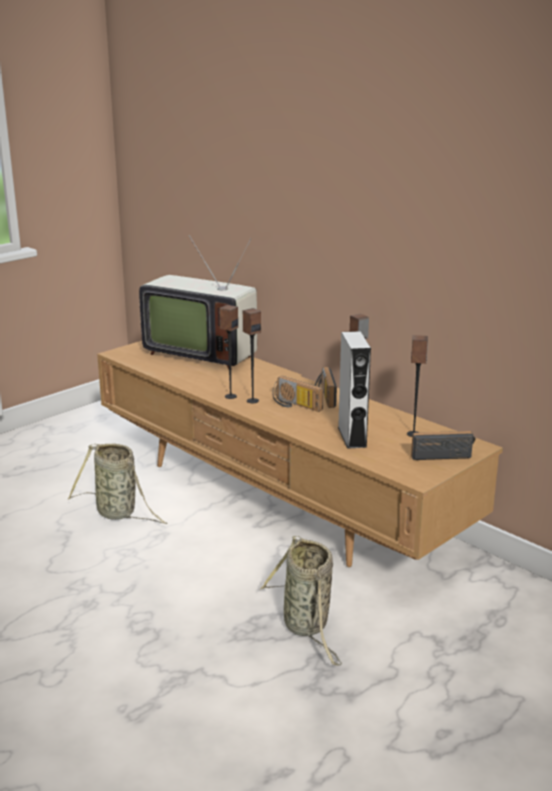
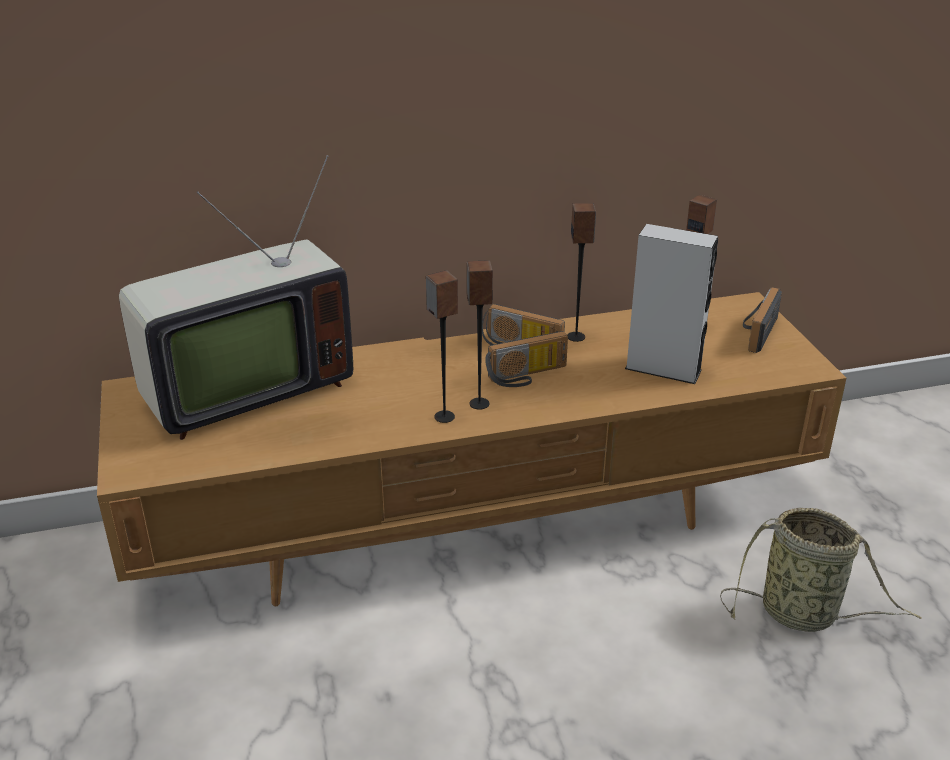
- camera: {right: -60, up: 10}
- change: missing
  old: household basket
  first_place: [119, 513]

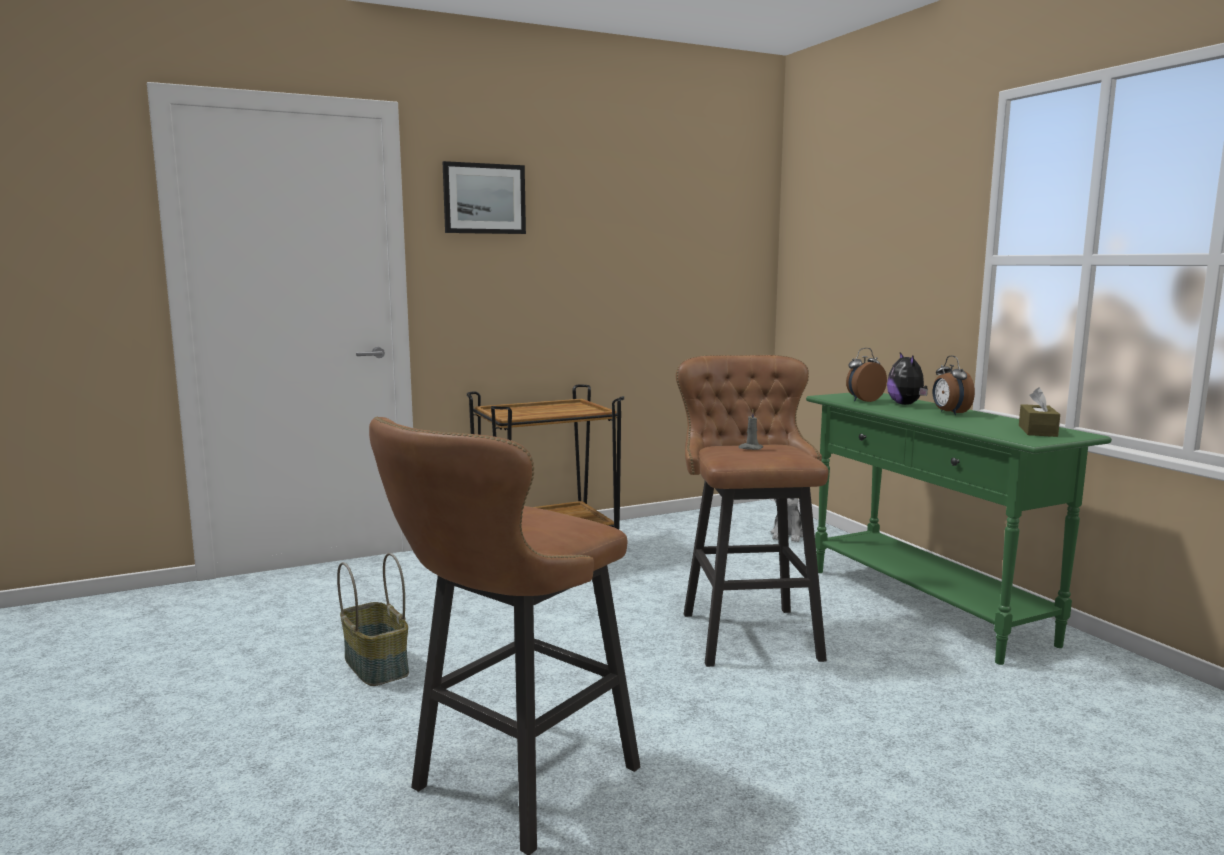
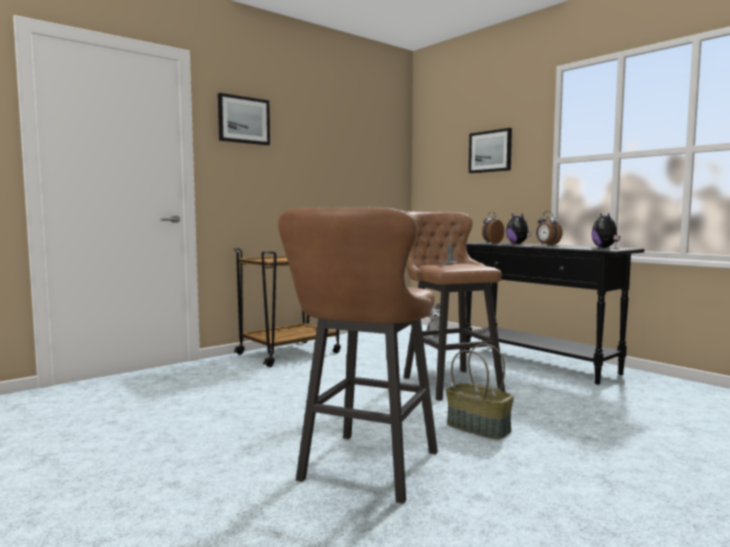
- camera: {right: -15, up: -5}
- change: appeared
  new: picture
  second_place: [490, 151]
- change: relocated
  old: household basket
  first_place: [377, 665]
  second_place: [479, 428]
- change: exchanged
  old: tissue holder/brownish
  new: plush toy
  first_place: [1037, 431]
  second_place: [605, 247]
- change: colour
  old: console table/green
  new: console table/black
  first_place: [926, 606]
  second_place: [538, 363]

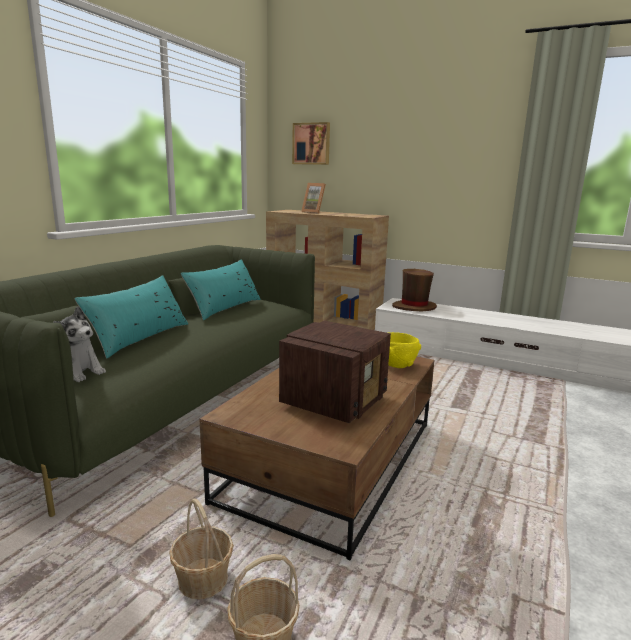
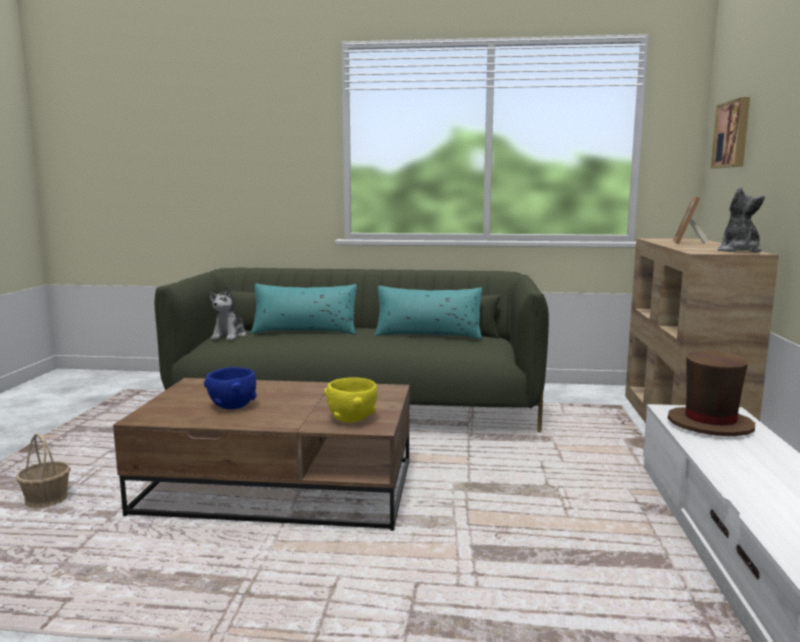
- camera: {right: 70, up: -5}
- change: missing
  old: household basket
  first_place: [203, 580]
- change: appeared
  new: plush toy
  second_place: [738, 251]
- change: exchanged
  old: radio
  new: serving bowl/blue-coloured
  first_place: [335, 401]
  second_place: [232, 406]

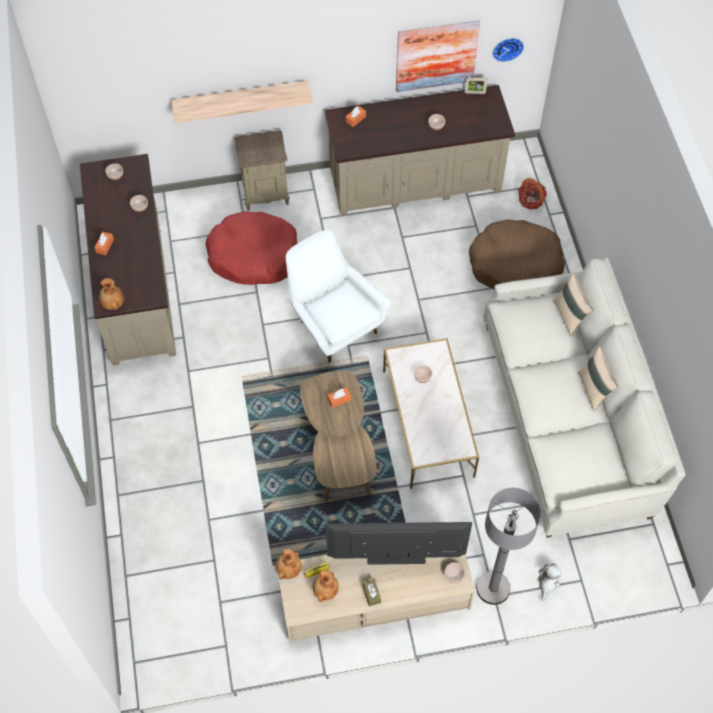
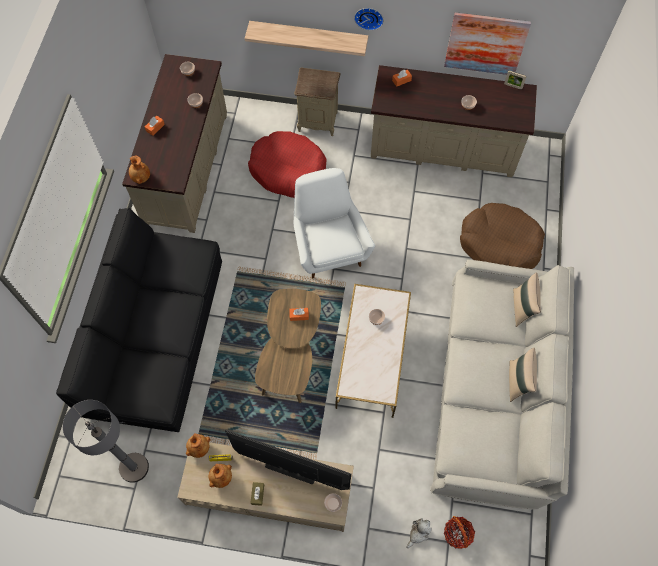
- camera: {right: 20, up: 5}
- change: appeared
  new: sofa/black
  second_place: [156, 338]
- change: relocated
  old: standard lamp/gray
  first_place: [493, 588]
  second_place: [134, 467]
- change: relocated
  old: clock on the wall
  first_place: [507, 48]
  second_place: [369, 17]
- change: relocated
  old: household basket
  first_place: [531, 200]
  second_place: [457, 534]

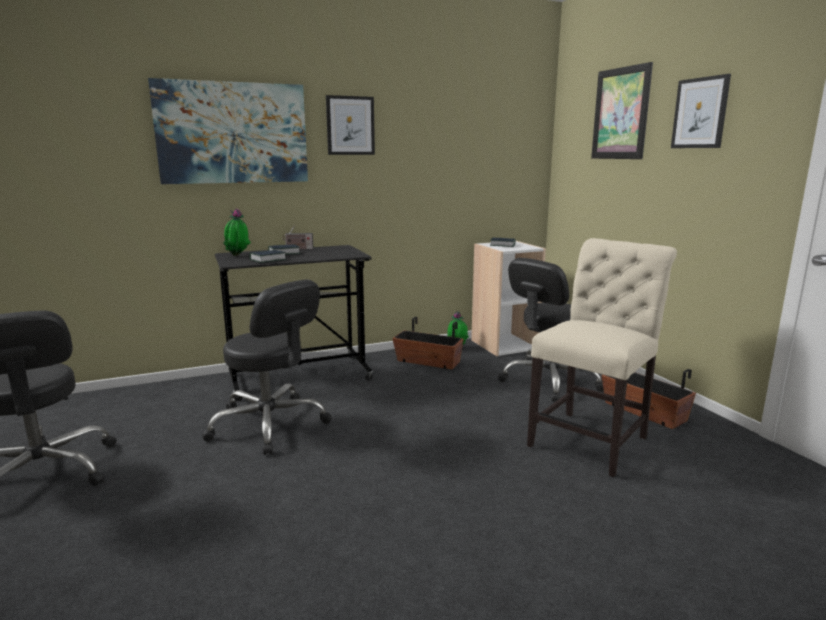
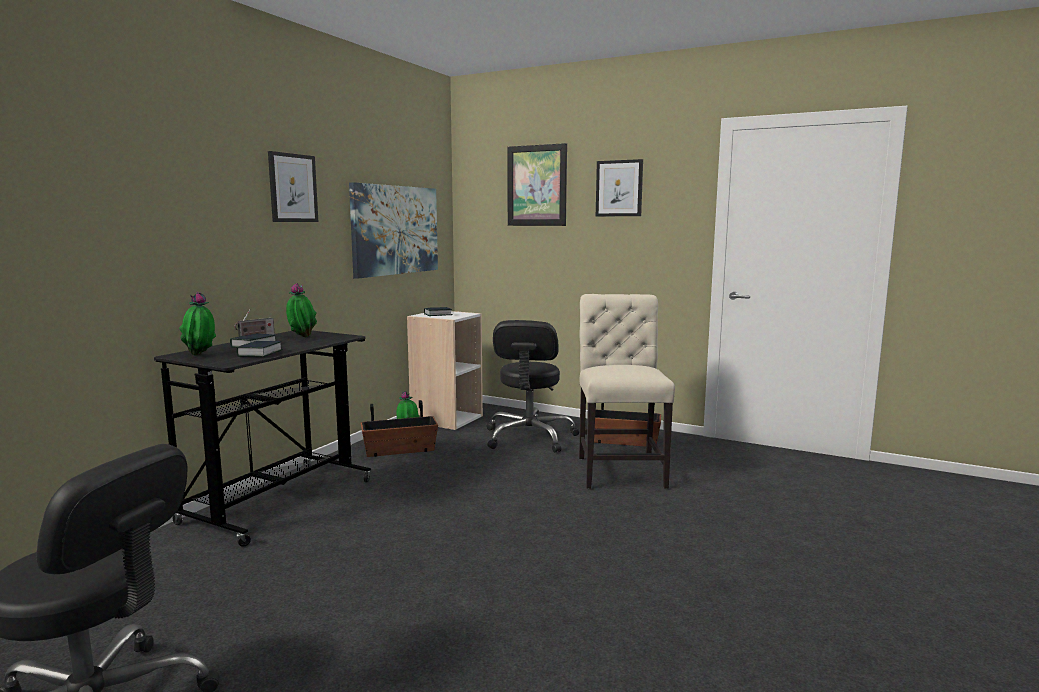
- camera: {right: -40, up: -5}
- change: missing
  old: office chair/black
  first_place: [272, 426]
- change: appeared
  new: plant in a pot
  second_place: [301, 337]
- change: relocated
  old: picture
  first_place: [233, 133]
  second_place: [395, 230]

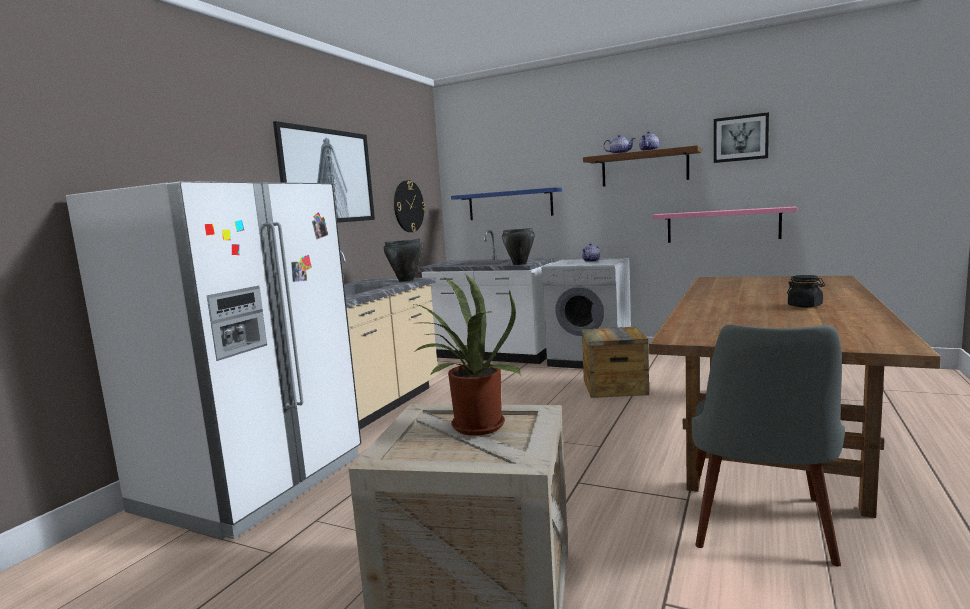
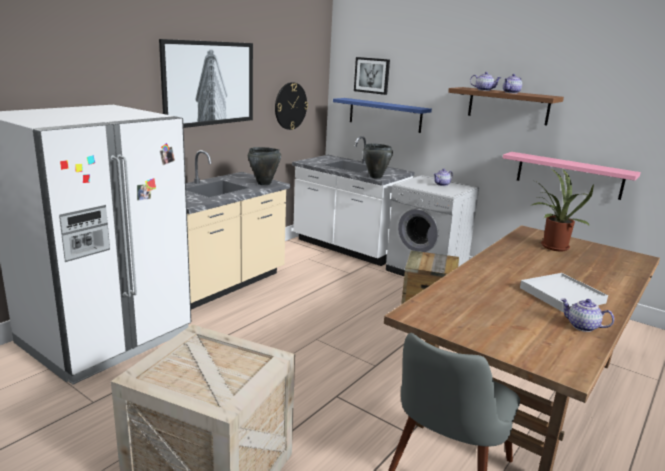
- camera: {right: 10, up: 10}
- change: appeared
  new: teapot
  second_place: [582, 327]
- change: relocated
  old: plant in a pot
  first_place: [472, 427]
  second_place: [551, 247]
- change: relocated
  old: picture
  first_place: [740, 138]
  second_place: [372, 75]
- change: exchanged
  old: jar/black
  new: carrying tray/whitish
  first_place: [805, 306]
  second_place: [561, 295]

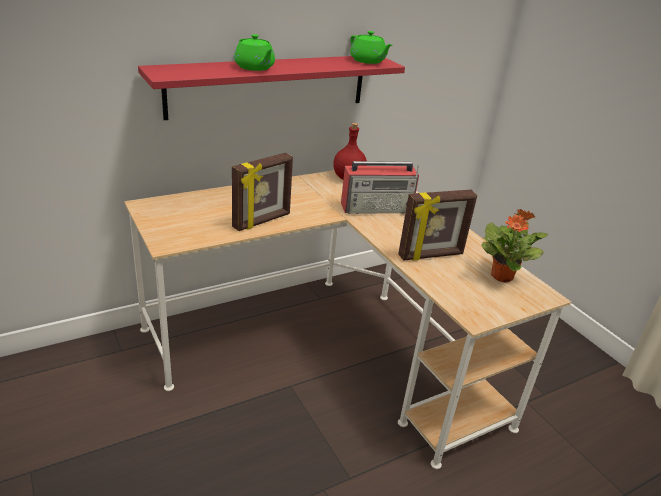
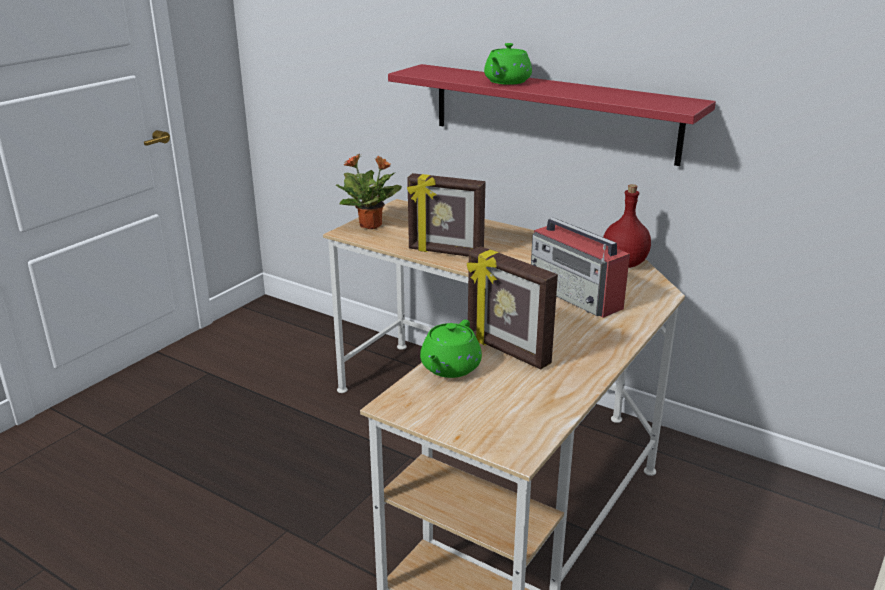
- camera: {right: 65, up: -5}
- change: relocated
  old: teapot/green
  first_place: [368, 61]
  second_place: [450, 368]
- change: relocated
  old: plant in a pot
  first_place: [502, 276]
  second_place: [371, 225]

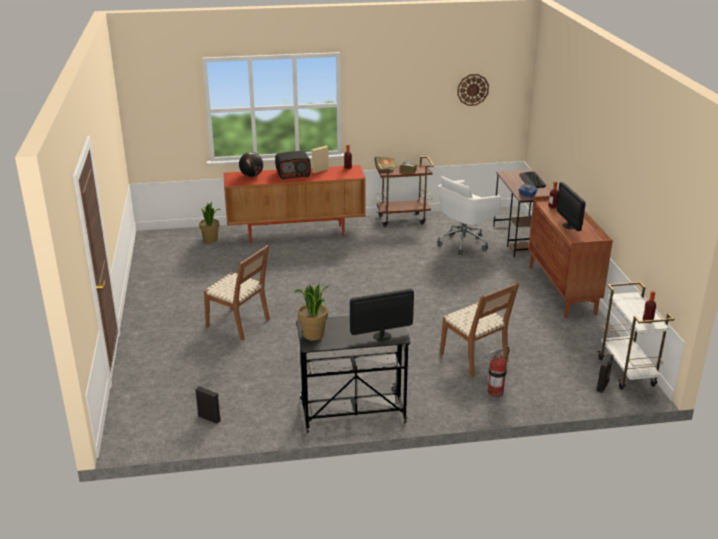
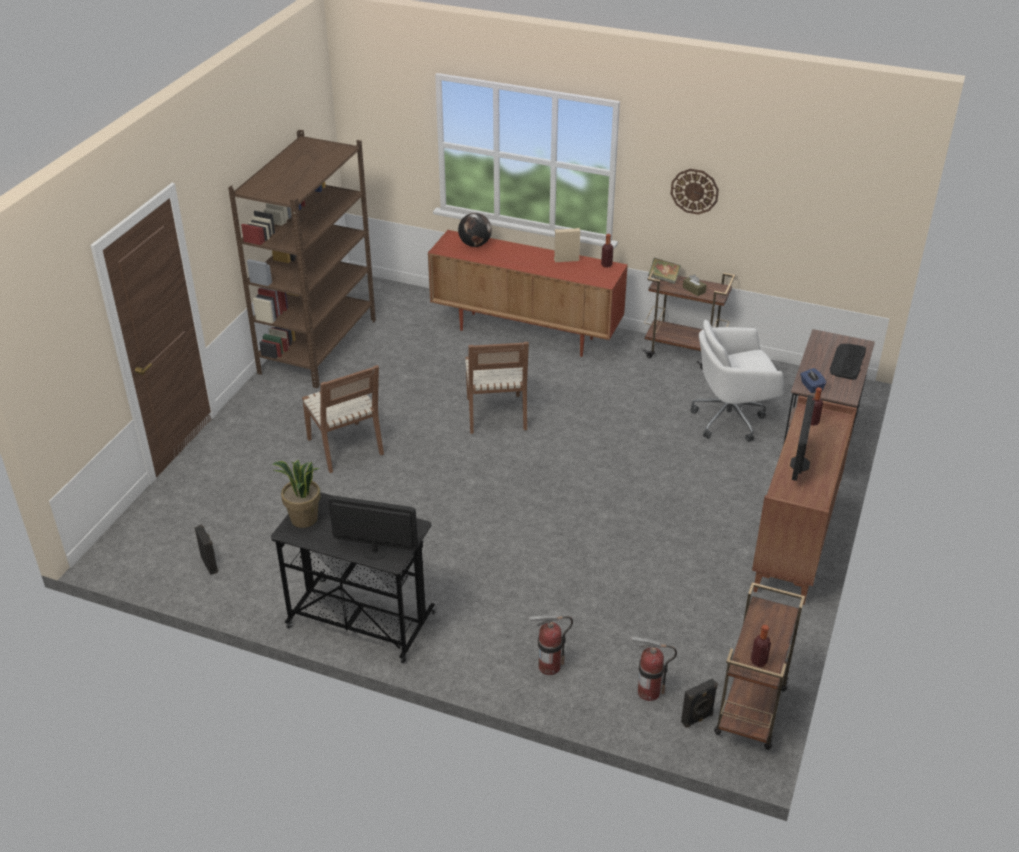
- camera: {right: 30, up: 10}
- change: missing
  old: plant in a pot
  first_place: [211, 240]
- change: missing
  old: radio
  first_place: [293, 174]
- change: appeared
  new: bookcase/brownish
  second_place: [318, 346]
- change: appeared
  new: fire-fighting cylinder
  second_place: [648, 692]
- change: relocated
  old: upright chair
  first_place: [475, 359]
  second_place: [496, 416]
- change: relocated
  old: clock on the wall
  first_place: [472, 89]
  second_place: [694, 191]
- change: colour
  old: trolley/whitish
  new: trolley/brownish
  first_place: [627, 374]
  second_place: [750, 714]

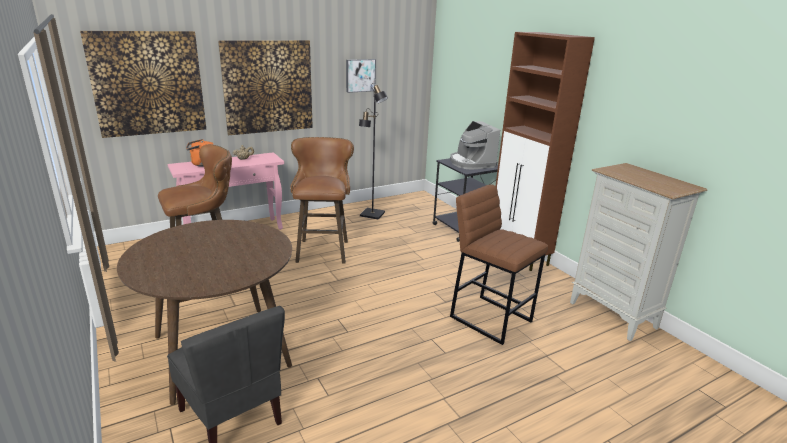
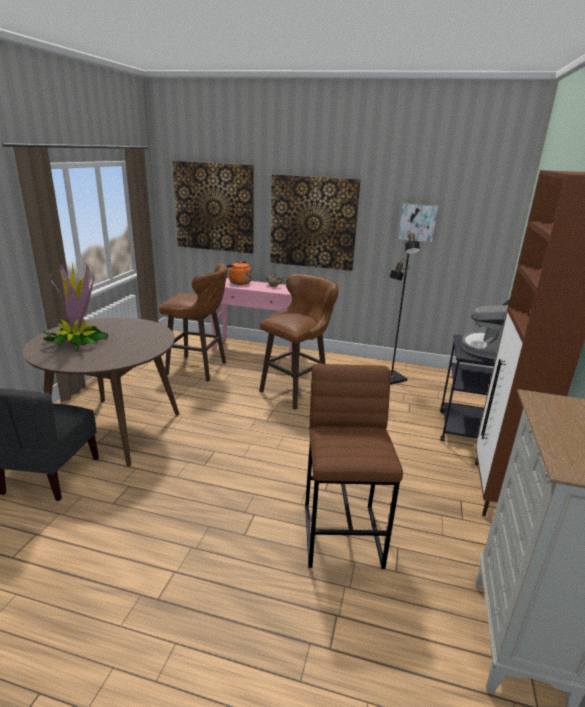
- camera: {right: 45, up: 0}
- change: appeared
  new: plant in a pot
  second_place: [77, 341]

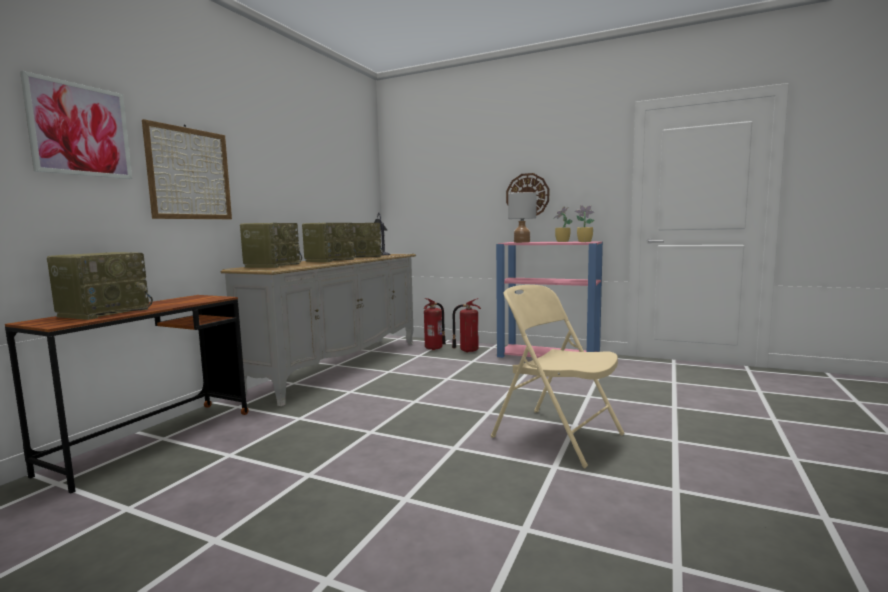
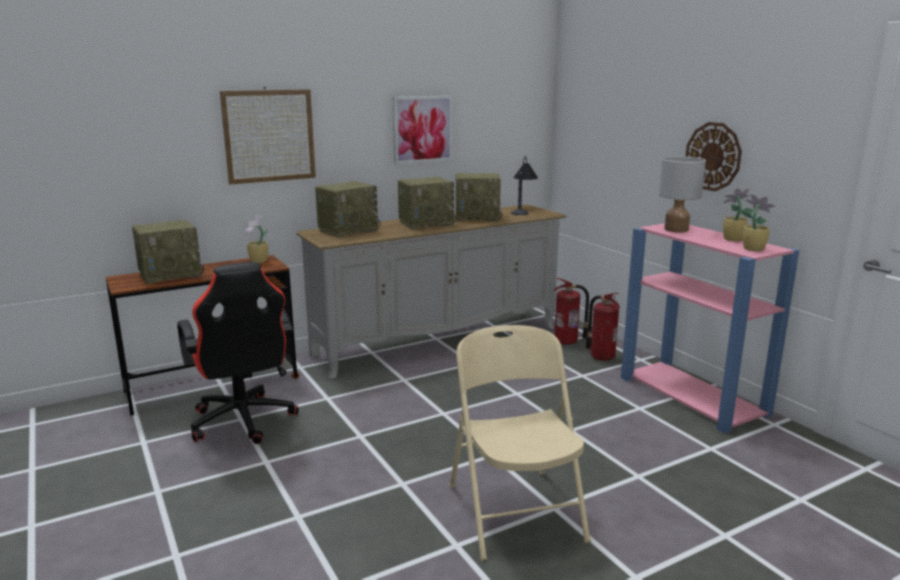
- camera: {right: 35, up: 10}
- change: appeared
  new: office chair/black
  second_place: [243, 425]
- change: appeared
  new: plant in a pot
  second_place: [258, 262]
- change: relocated
  old: picture
  first_place: [80, 130]
  second_place: [422, 129]

